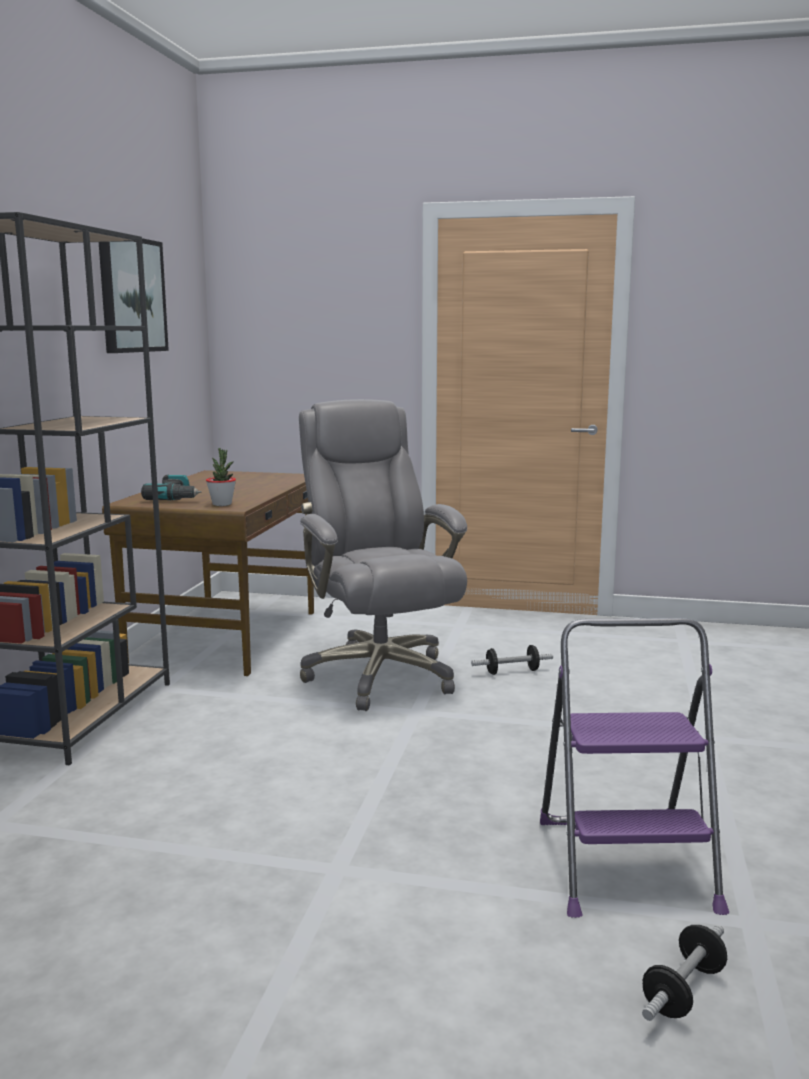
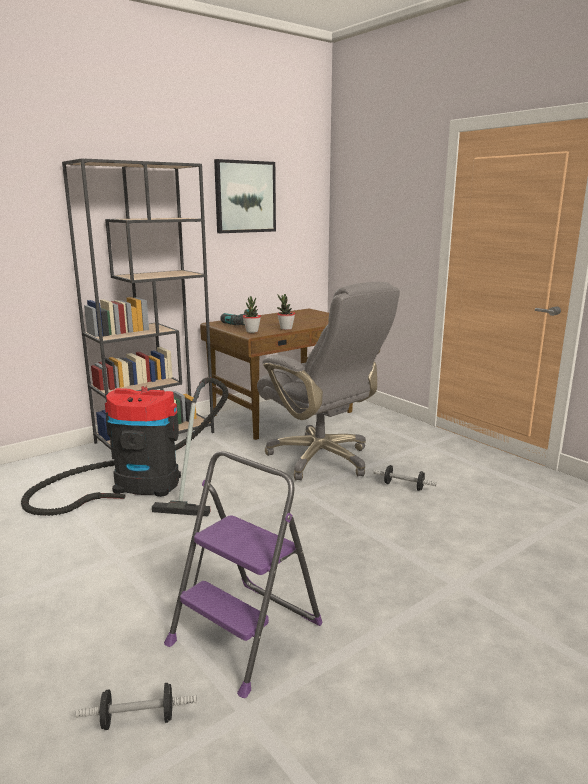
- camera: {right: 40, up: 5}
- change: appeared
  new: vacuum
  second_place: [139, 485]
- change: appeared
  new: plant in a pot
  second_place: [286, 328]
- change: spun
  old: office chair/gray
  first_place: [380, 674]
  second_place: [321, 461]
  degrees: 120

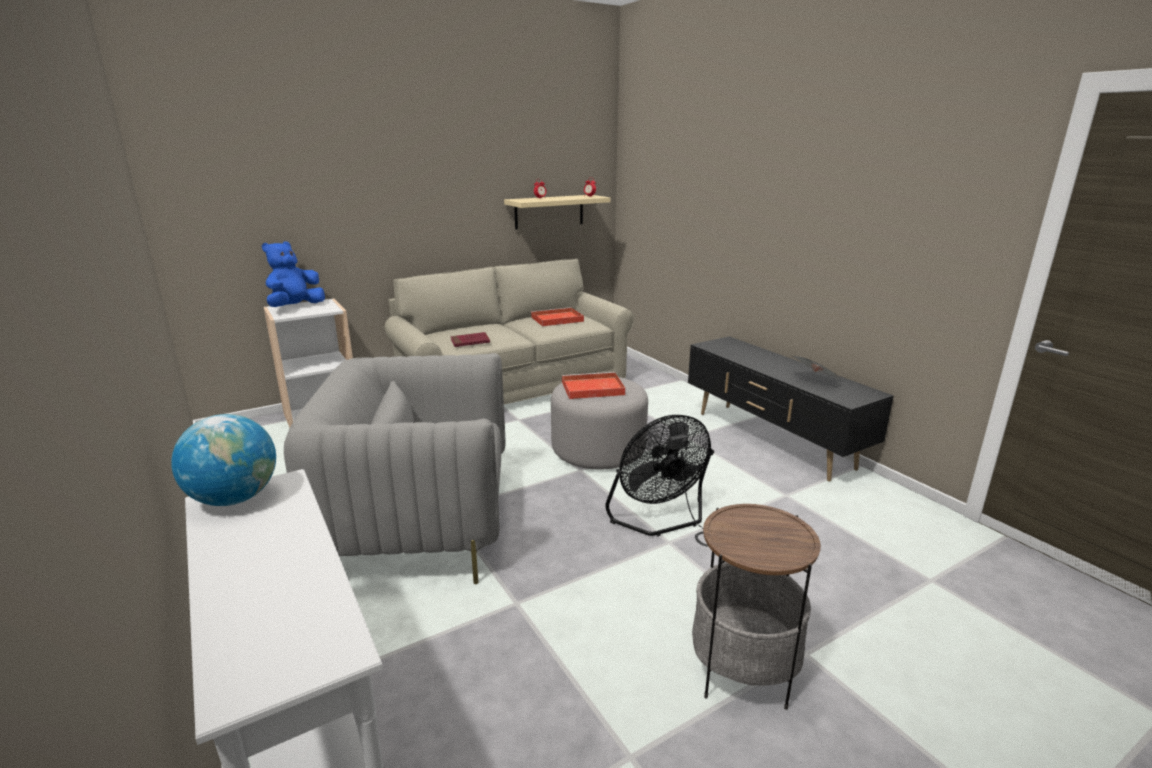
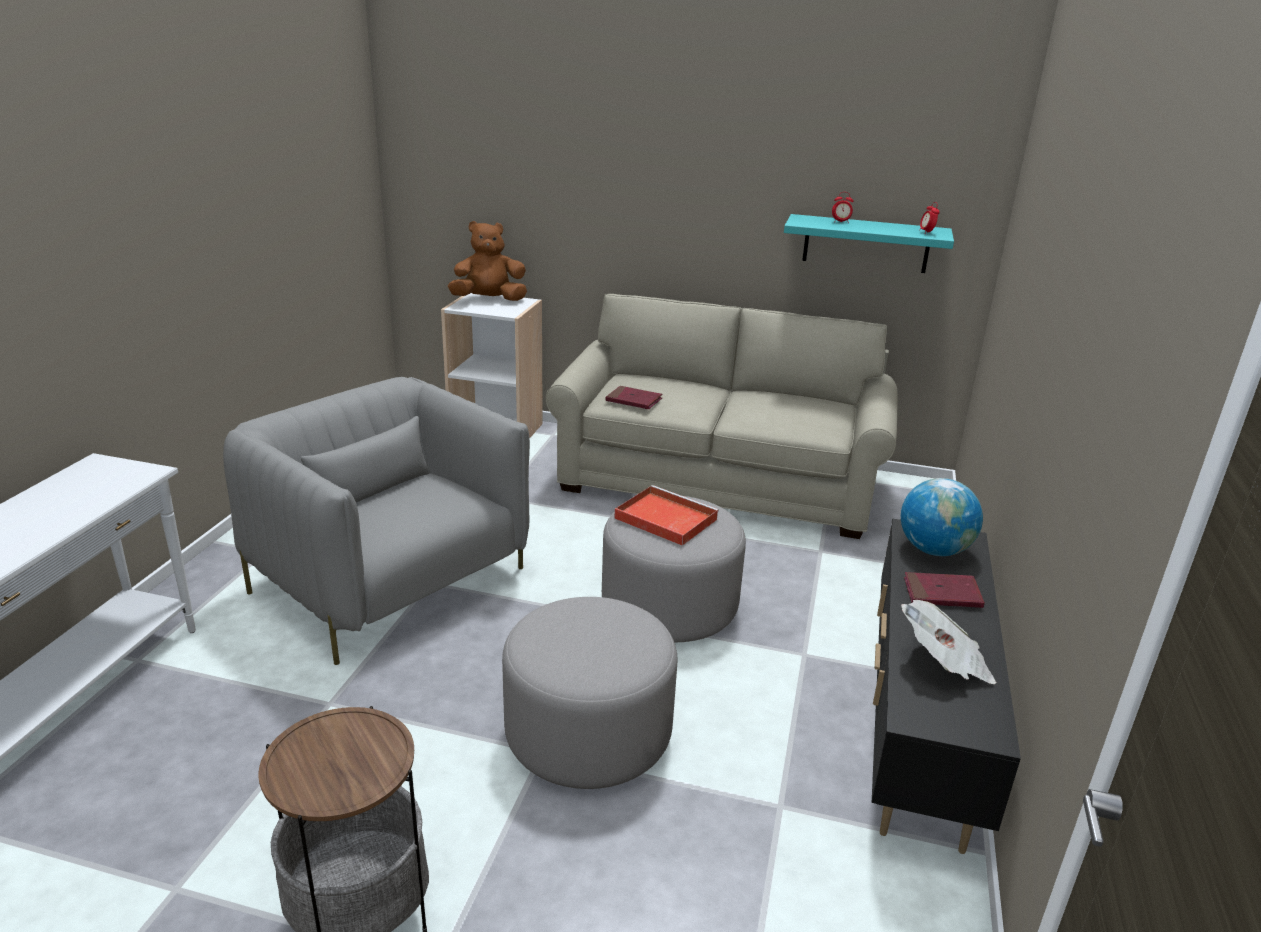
- camera: {right: 45, up: 5}
- change: missing
  old: carrying tray/reddish
  first_place: [556, 319]
- change: appeared
  new: volume/reddish
  second_place: [942, 594]
- change: relocated
  old: desk globe
  first_place: [235, 498]
  second_place: [934, 550]
- change: exchanged
  old: electric fan/black
  new: footrest/gray
  first_place: [671, 521]
  second_place: [588, 733]
- change: colour
  old: plush toy/blue-coloured
  new: plush toy/brownish
  first_place: [295, 307]
  second_place: [489, 300]
- change: colour
  old: shelf/beige-coloured
  new: shelf/turquoise-coloured
  first_place: [549, 211]
  second_place: [866, 244]

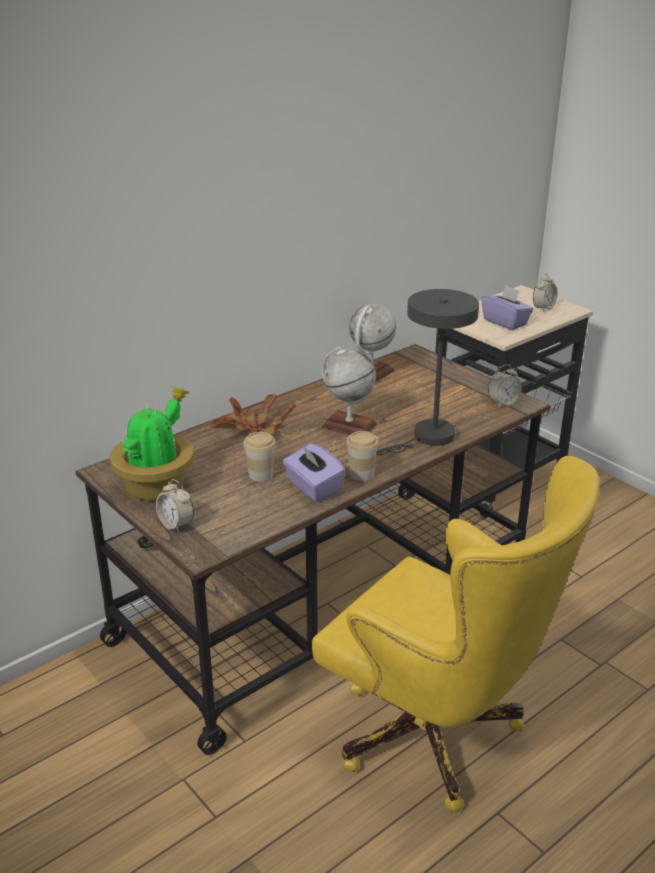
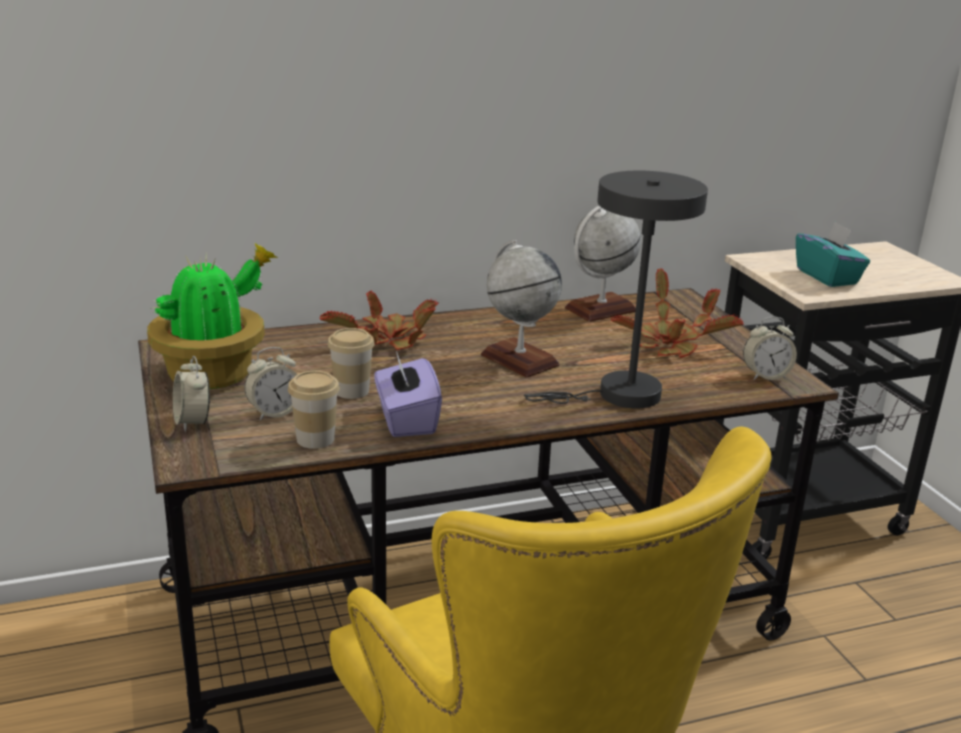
- camera: {right: 20, up: -5}
- change: appeared
  new: plant in a pot
  second_place: [671, 343]
- change: relocated
  old: small cup
  first_place: [361, 474]
  second_place: [315, 439]
- change: relocated
  old: alarm clock
  first_place: [543, 308]
  second_place: [274, 413]
- change: colour
  old: tissue holder/purple-coloured
  new: tissue holder/turquoise-coloured
  first_place: [505, 322]
  second_place: [827, 277]

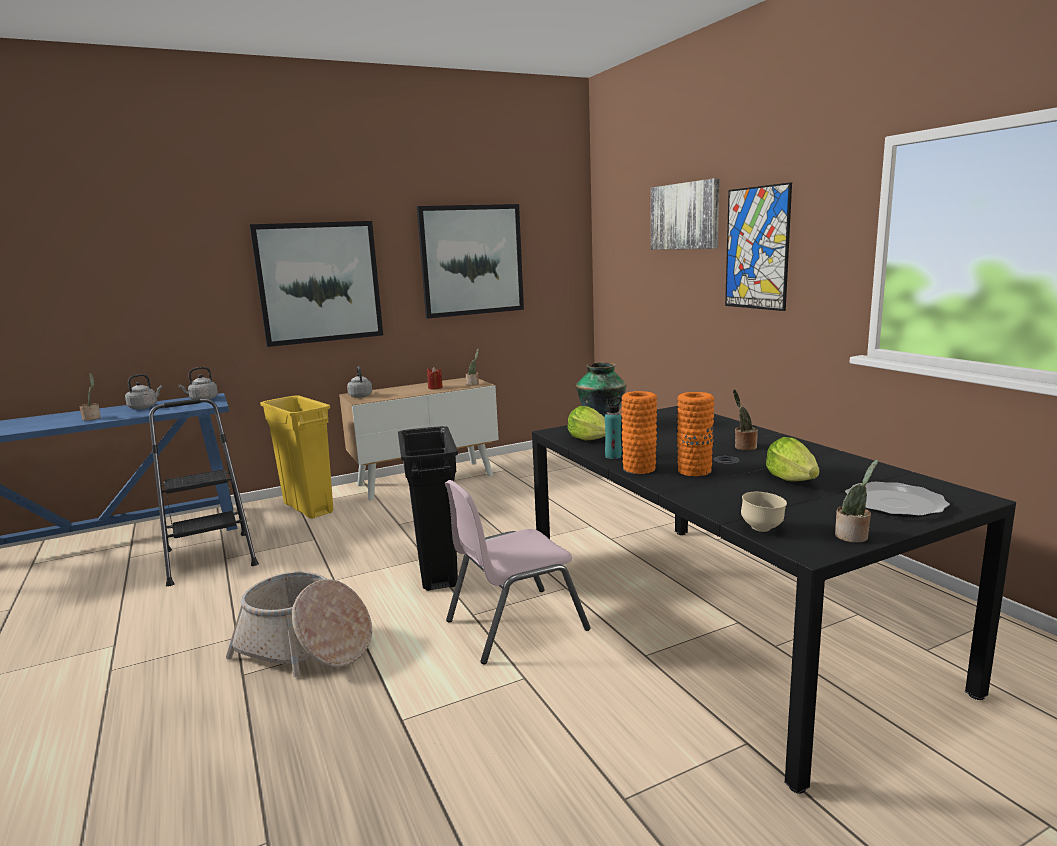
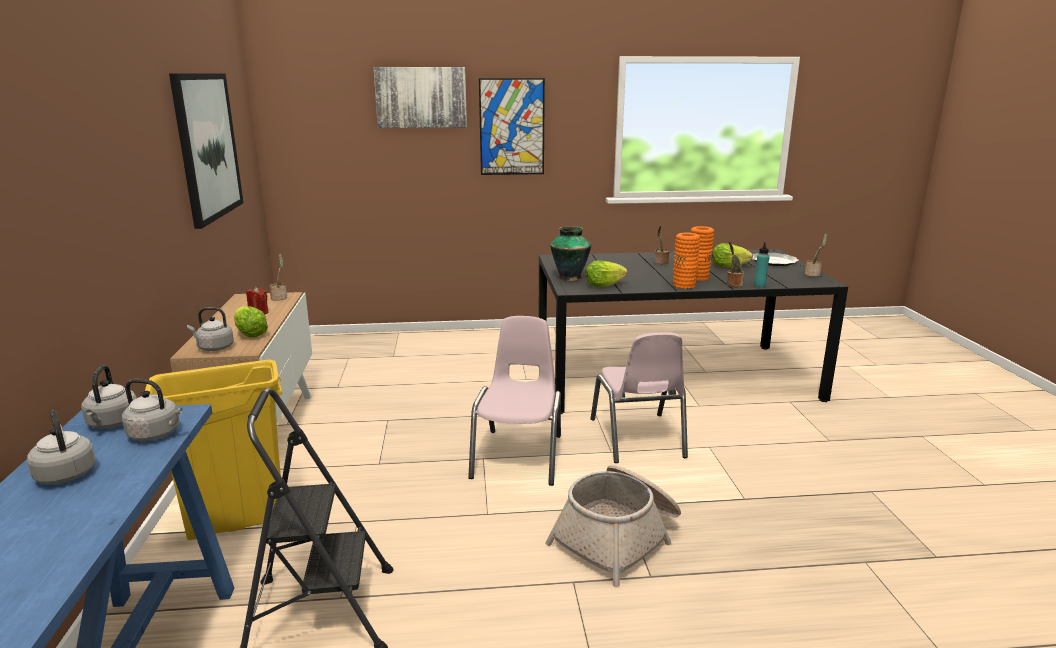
- camera: {right: -70, up: 5}
- change: missing
  old: picture
  first_place: [319, 282]
- change: missing
  old: serving bowl/beige-coloured
  first_place: [762, 529]
- change: appeared
  new: tea kettle/gray
  second_place: [157, 434]
- change: appeared
  new: lettuce head
  second_place: [250, 334]
- change: relocated
  old: plant in a pot
  first_place: [92, 418]
  second_place: [733, 284]
- change: relocated
  old: bottle/turquoise-coloured
  first_place: [613, 456]
  second_place: [759, 285]
- change: exchanged
  old: rubbish bin/black
  new: upright chair/pink-coloured
  first_place: [437, 571]
  second_place: [519, 456]

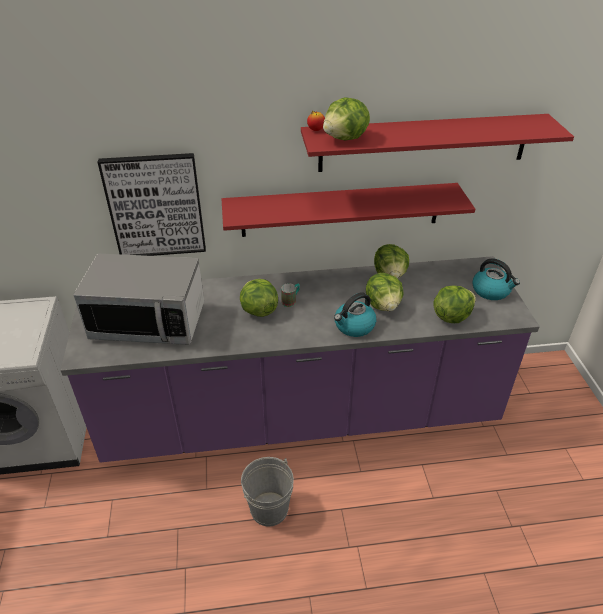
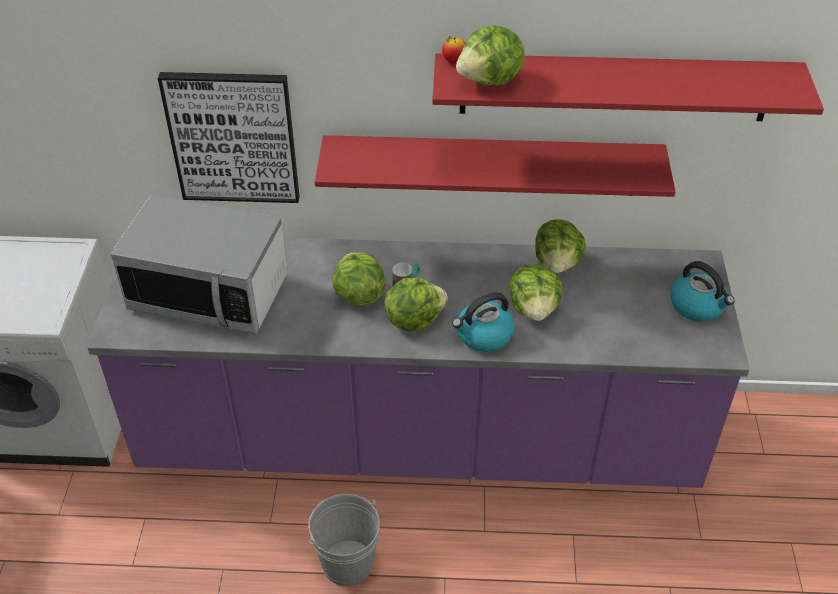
- camera: {right: 10, up: 5}
- change: relocated
  old: lettuce head
  first_place: [451, 316]
  second_place: [413, 319]

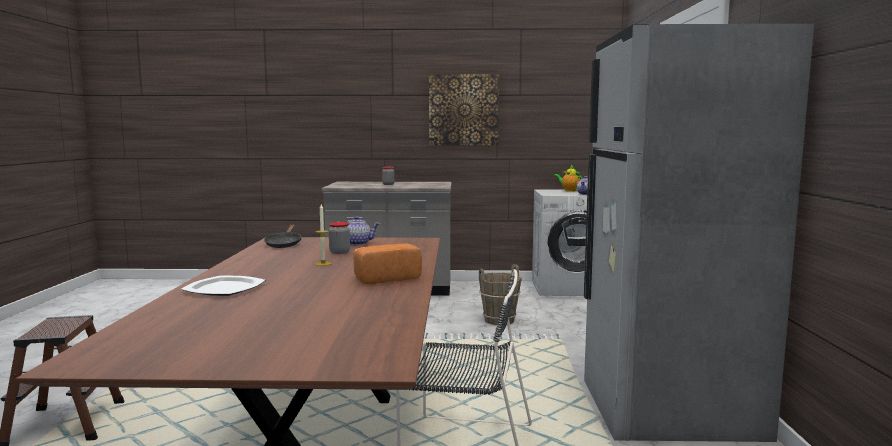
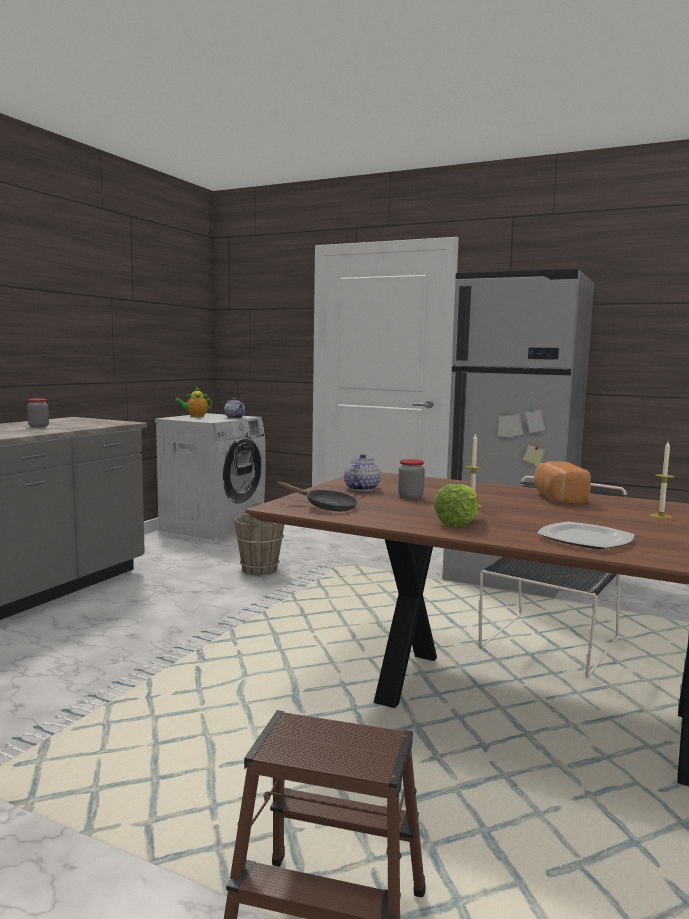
- camera: {right: -65, up: 0}
- change: missing
  old: picture
  first_place: [463, 110]
- change: appeared
  new: lettuce head
  second_place: [462, 522]
- change: appeared
  new: wax light
  second_place: [661, 516]

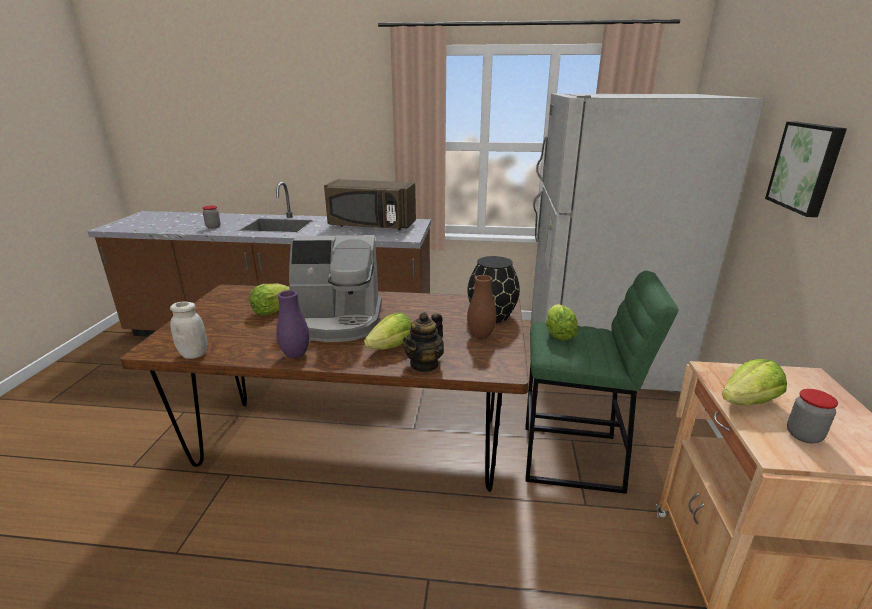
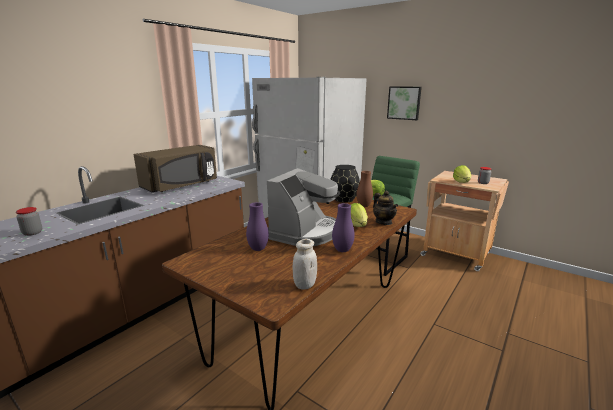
- camera: {right: -60, up: -5}
- change: exchanged
  old: lettuce head
  new: decorative vase/purple-coloured
  first_place: [271, 310]
  second_place: [258, 249]

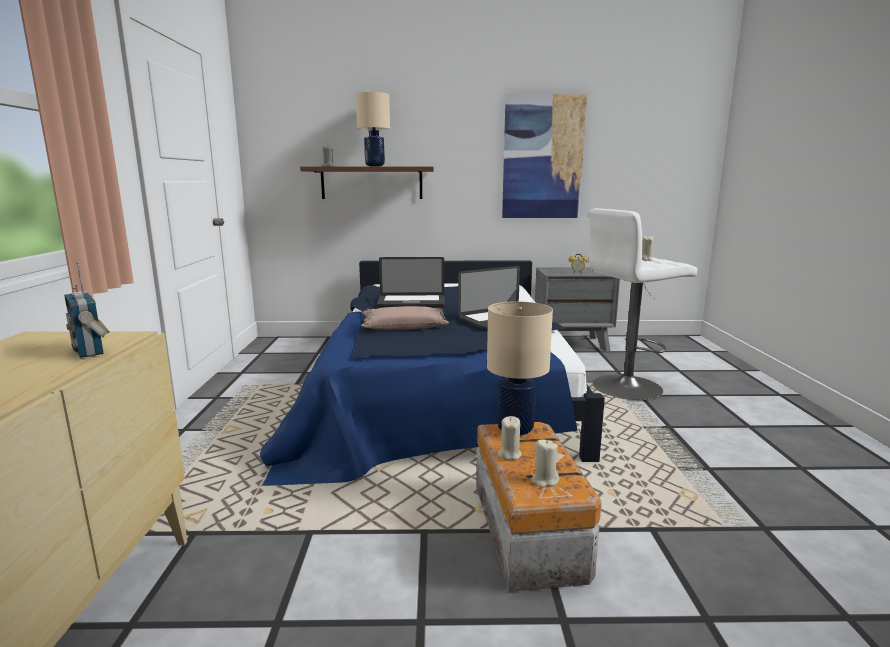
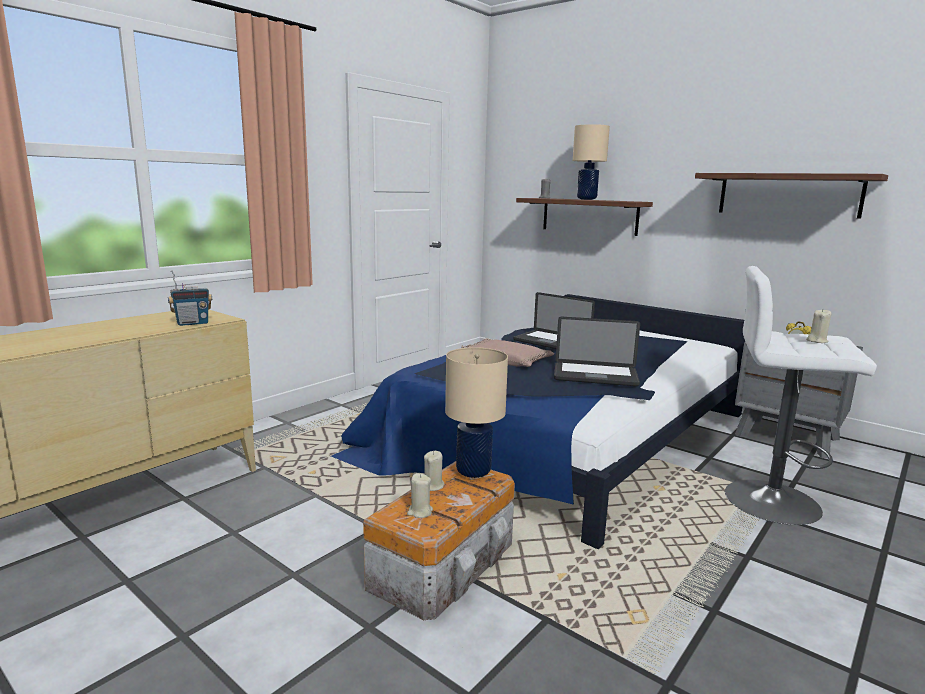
- camera: {right: 40, up: 0}
- change: exchanged
  old: picture
  new: shelf
  first_place: [542, 158]
  second_place: [788, 195]
- change: spun
  old: radio
  first_place: [90, 351]
  second_place: [192, 323]
  degrees: -120

